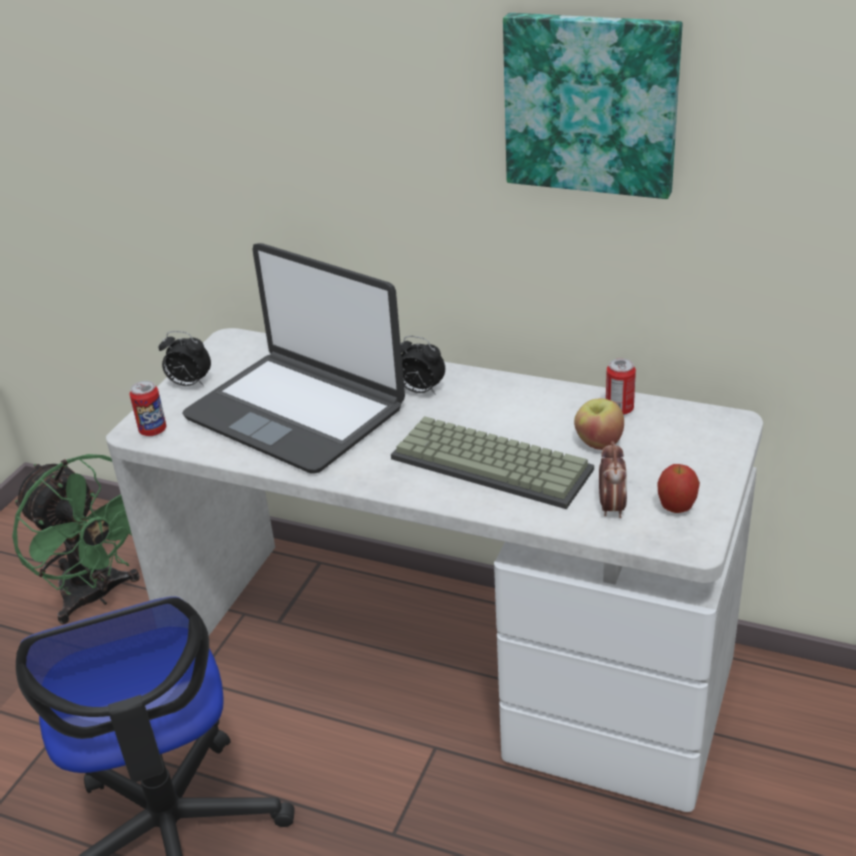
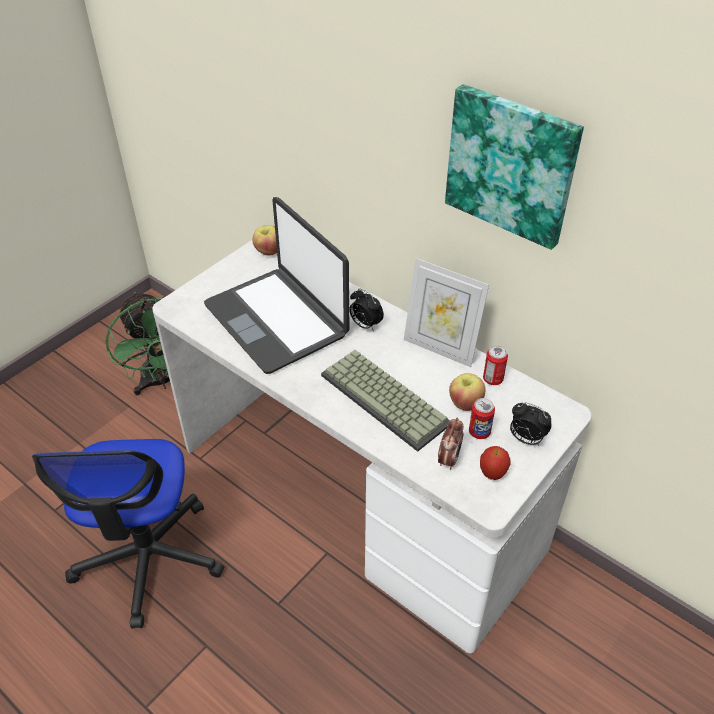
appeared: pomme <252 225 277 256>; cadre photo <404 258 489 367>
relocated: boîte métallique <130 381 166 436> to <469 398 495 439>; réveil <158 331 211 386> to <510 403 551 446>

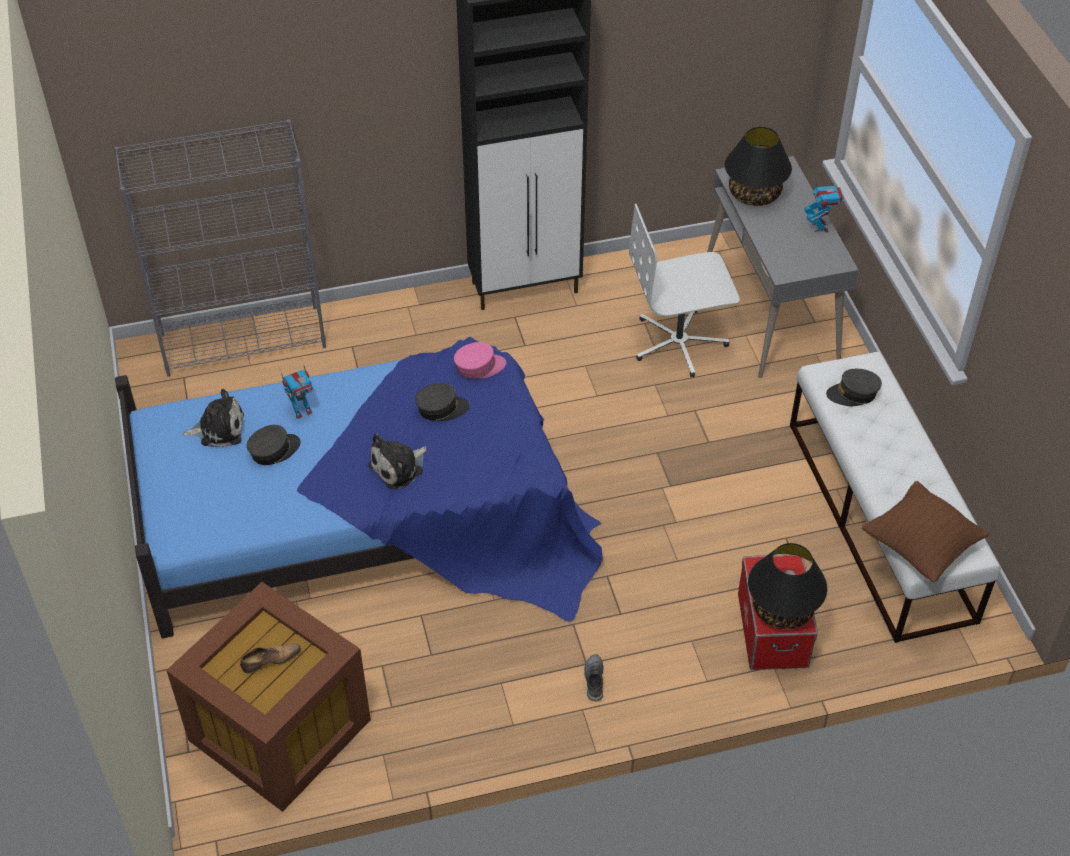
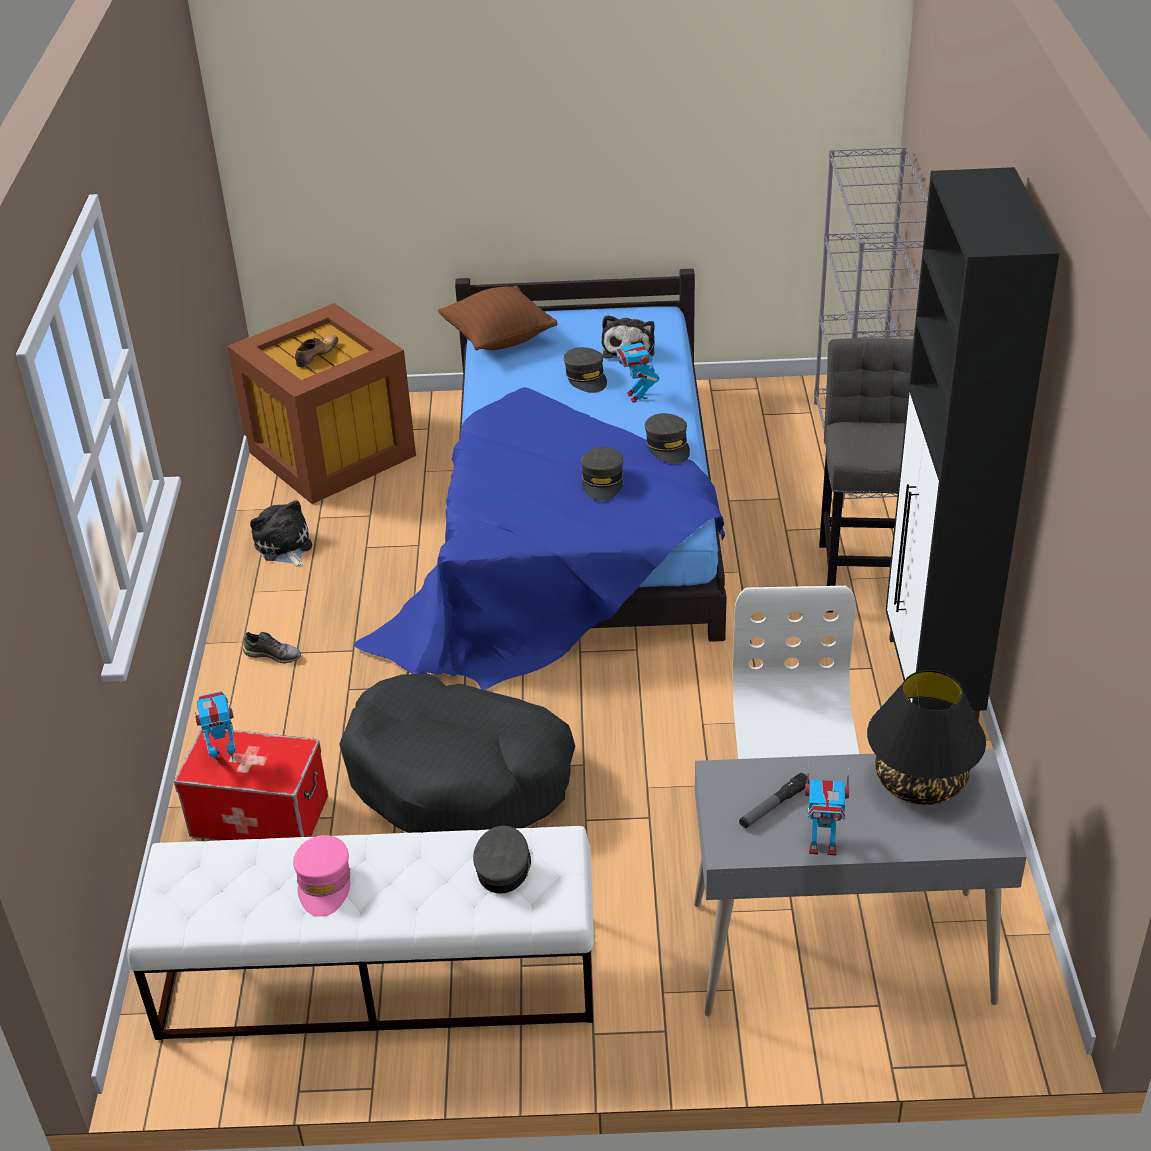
appeared: panier pour chien [noir] <340 673 575 833>; casquette [gris] <645 413 690 464>; lampe de poche <739 773 810 828>; tabouret [gris] <819 338 914 613>
relocated: peluche <368 433 427 489> to <250 500 312 567>; casquette [rose] <454 342 506 379> to <293 835 351 917>; coussin [marron] <861 481 989 583> to <438 286 558 350>
exchanged: lampe de table [noir] <748 543 827 629> to robot jouet <195 691 236 766>
spun: chaussure <240 644 301 673> = <295 335 339 368> 135 degrees counterclockwise

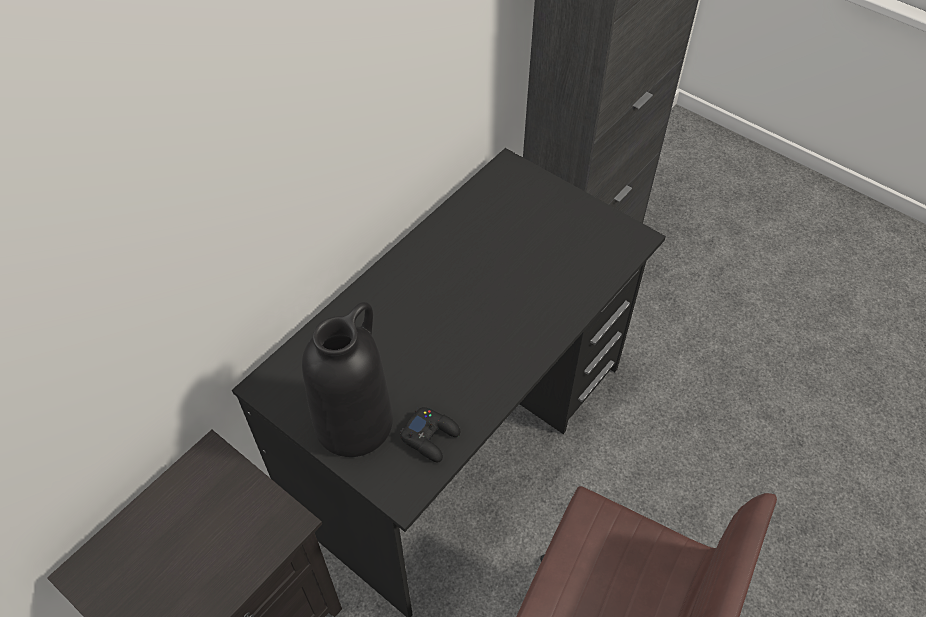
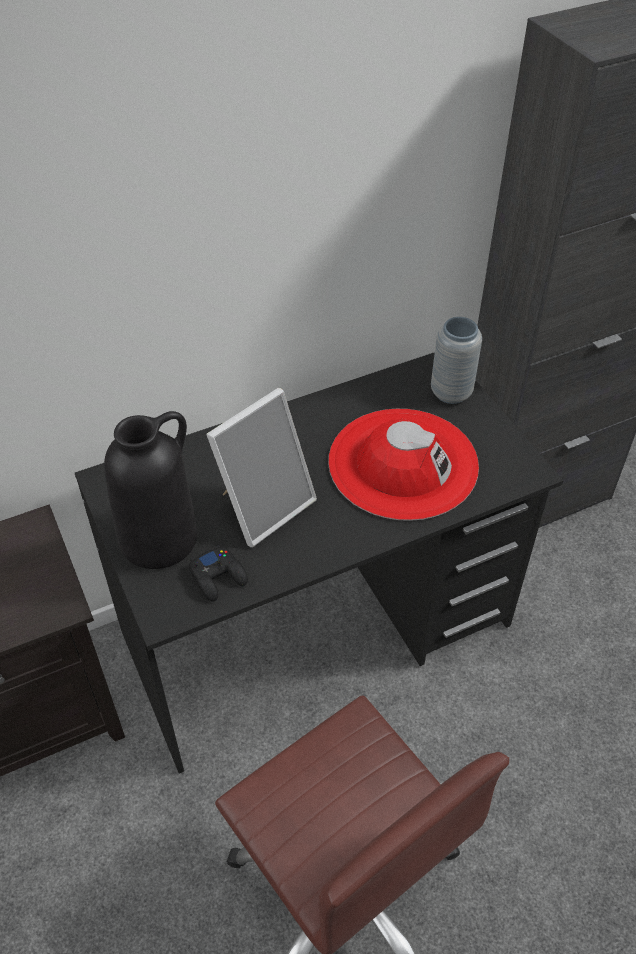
appeared: cadre photo <207 388 317 547>; chapeau [rouge] <328 409 479 521>; vase [gris] <431 317 482 404>

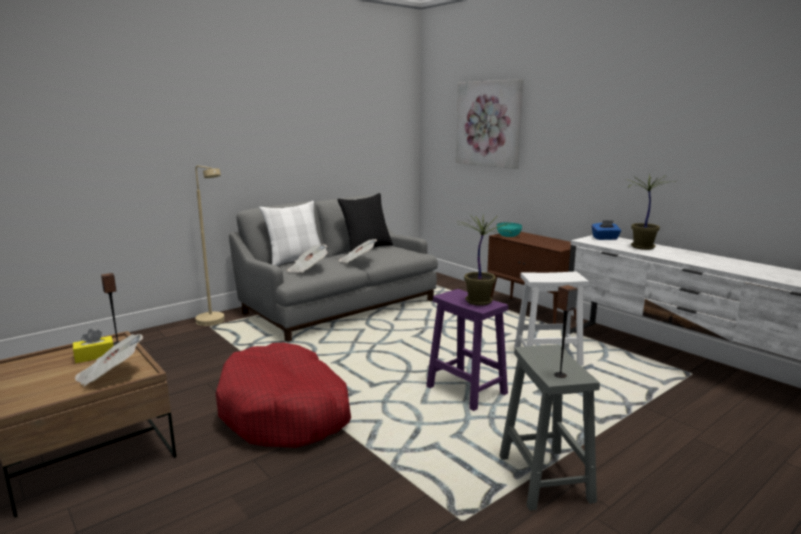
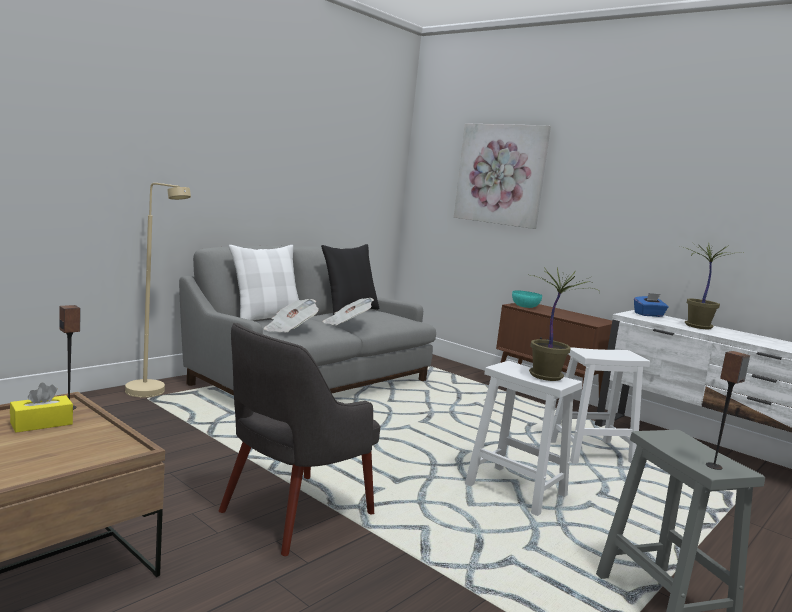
missing: journal <75 334 143 387>
exchanged: panier pour chien [rouge] <216 343 351 448> to fauteuil [gris] <219 323 380 556>
colour: tabouret [violet] <426 289 508 411> to tabouret [blanc] <465 361 582 516>

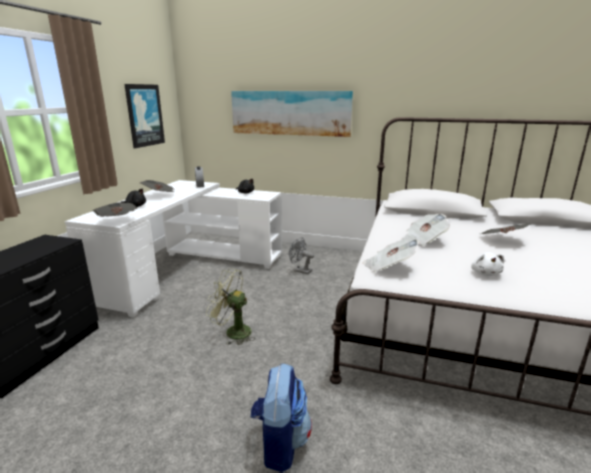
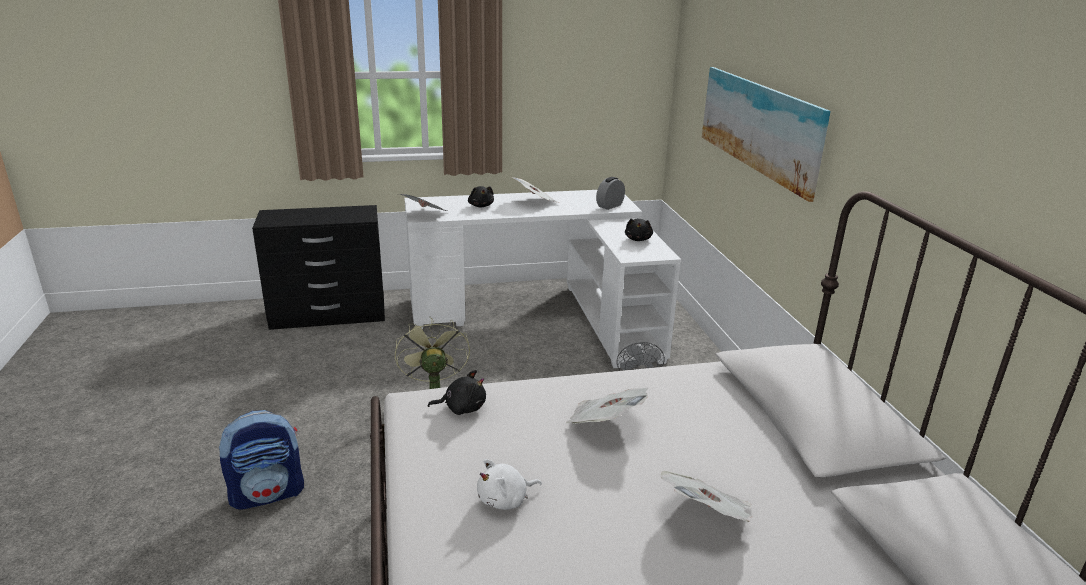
missing: tableau <124 84 165 148>
exchanged: journal <363 238 420 272> to peluche [noir] <428 370 486 415>

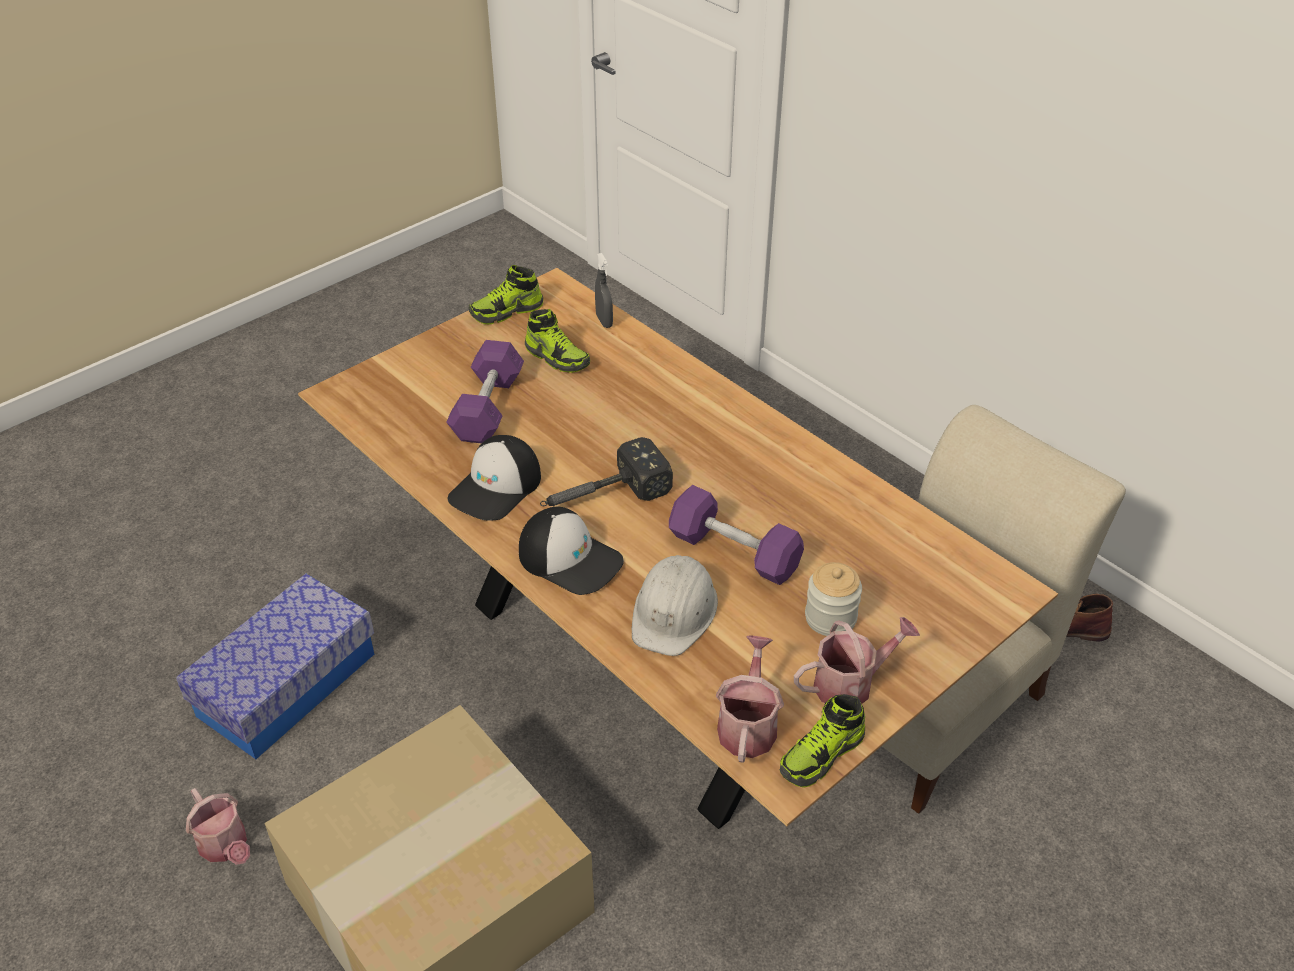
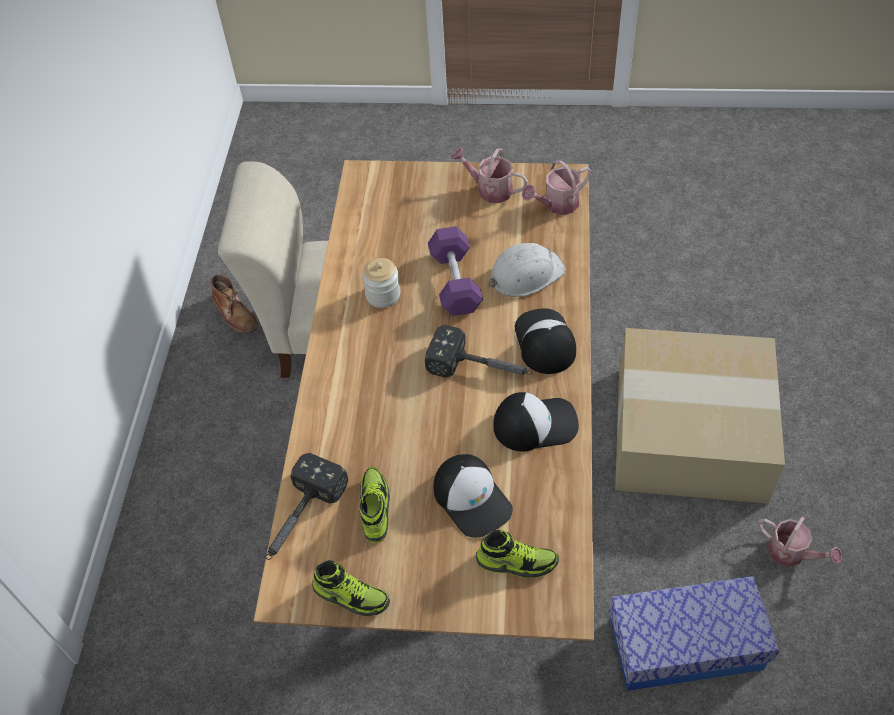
relocated: chaussure <780 694 865 788> to <476 530 559 578>; bocal <805 562 862 636> to <362 258 400 308>
exchanged: haltère [violet] <446 340 524 443> to casquette <434 454 513 538>; vaporisateur [gris] <595 253 613 328> to marteau <266 453 348 560>
spun: arrosoir <186 788 250 865> = <758 517 842 567> 120 degrees clockwise

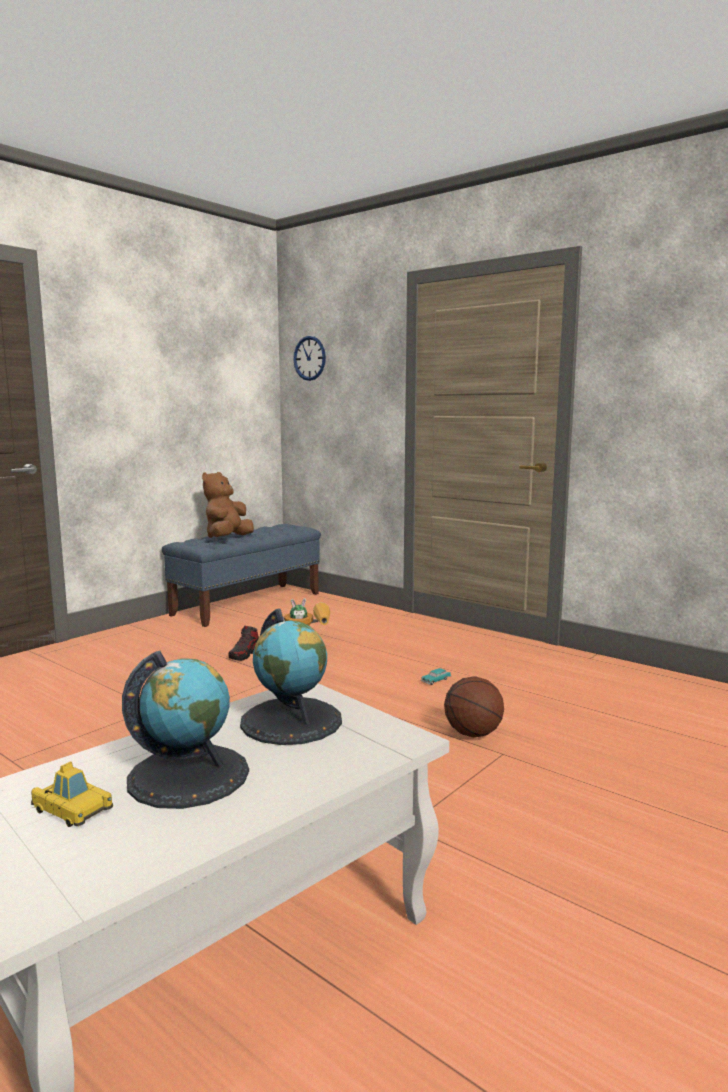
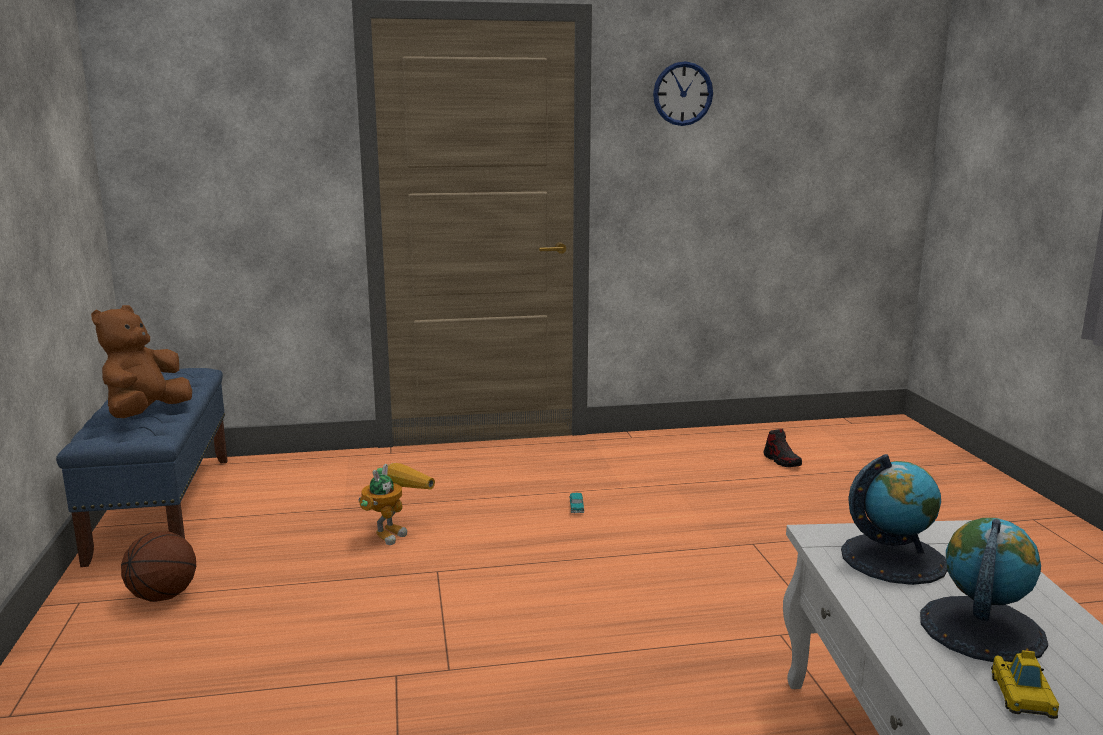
relocated: chaussure <228 626 259 661> to <763 429 802 467>; horloge murale <293 336 326 381> to <653 61 713 126>; ballon de basket <444 676 504 737> to <121 531 196 602>
spun: petite voiture <31 761 113 827> = <991 650 1059 719> 120 degrees clockwise; peluche [marron] <202 472 254 538> = <91 305 192 418> 45 degrees clockwise

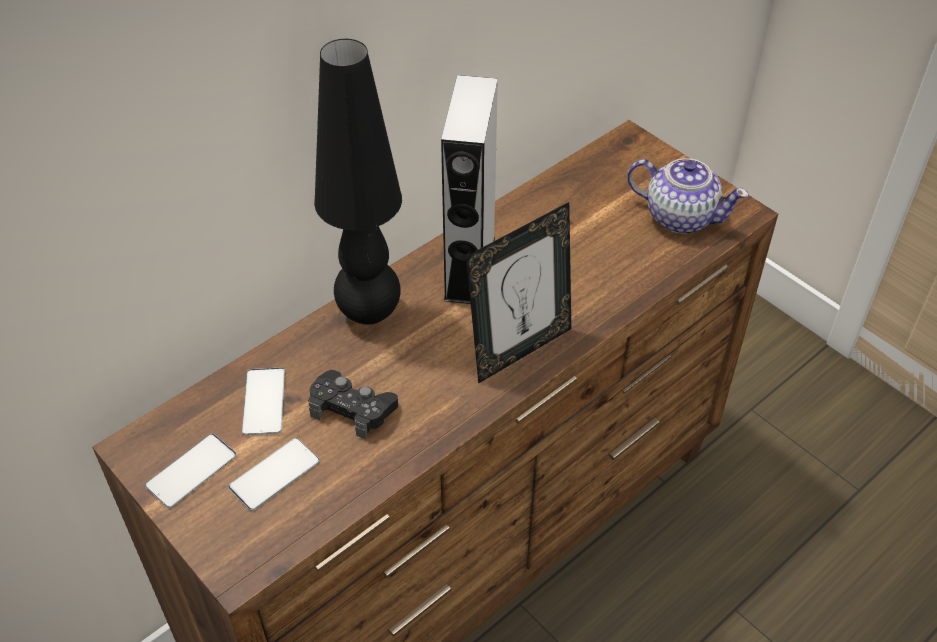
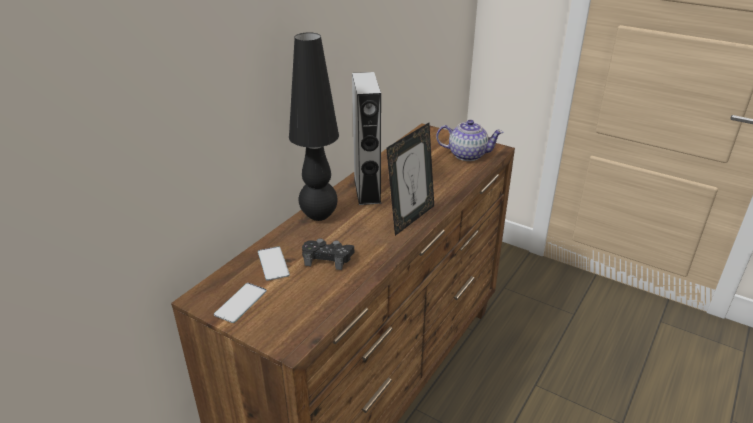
missing: téléphone <228 438 320 511>

